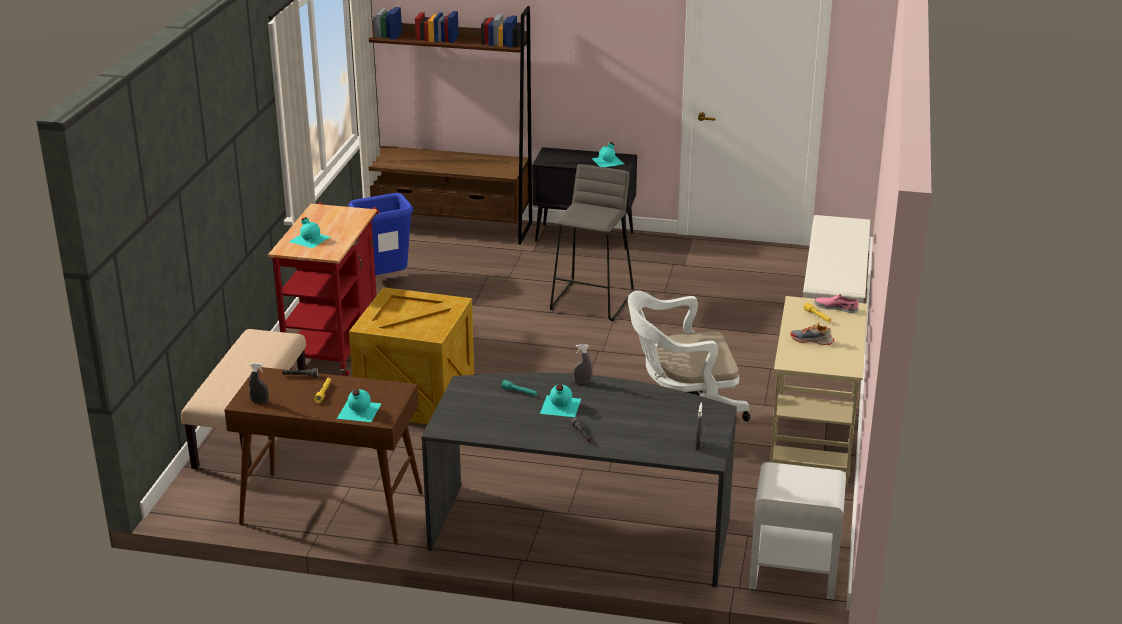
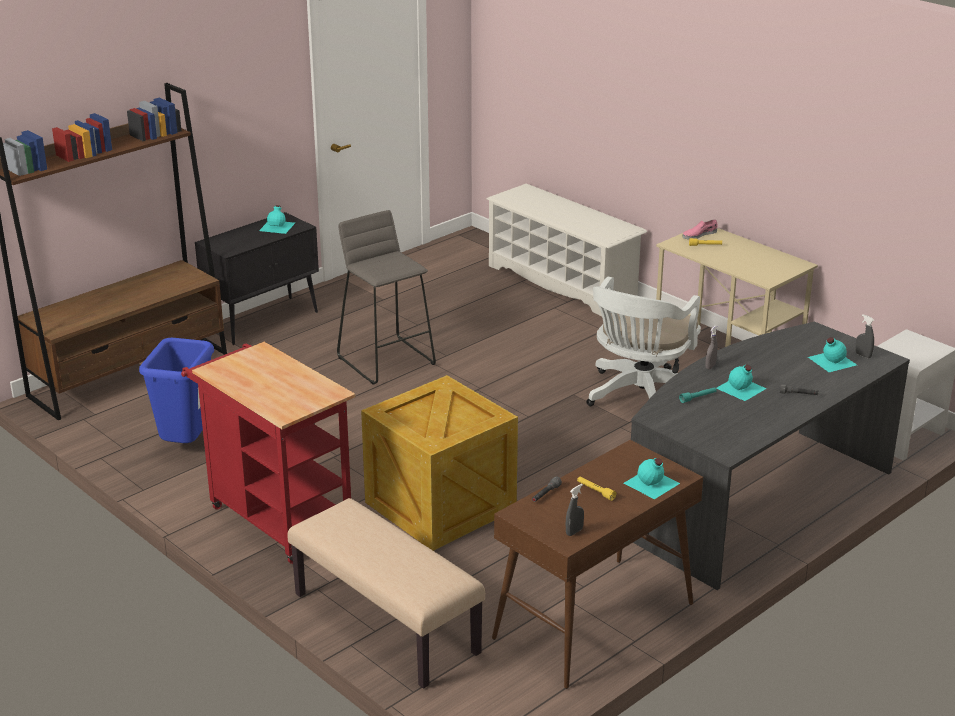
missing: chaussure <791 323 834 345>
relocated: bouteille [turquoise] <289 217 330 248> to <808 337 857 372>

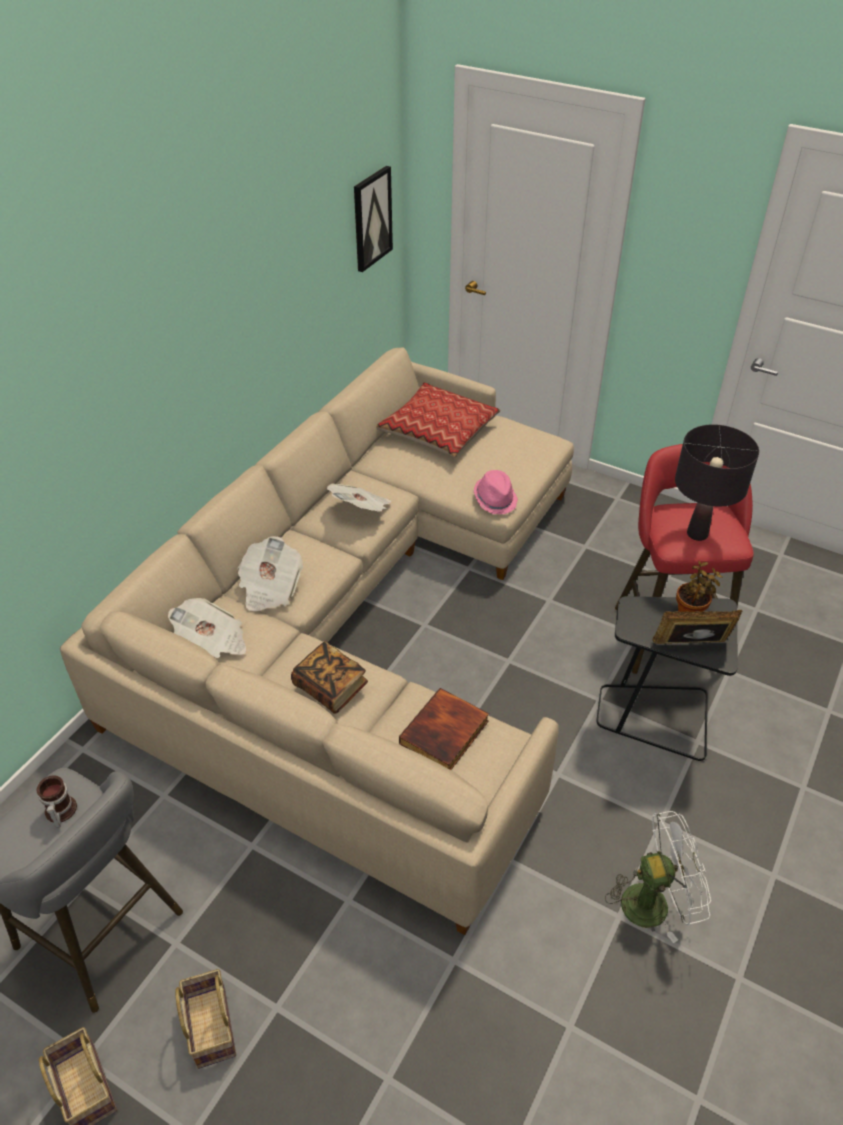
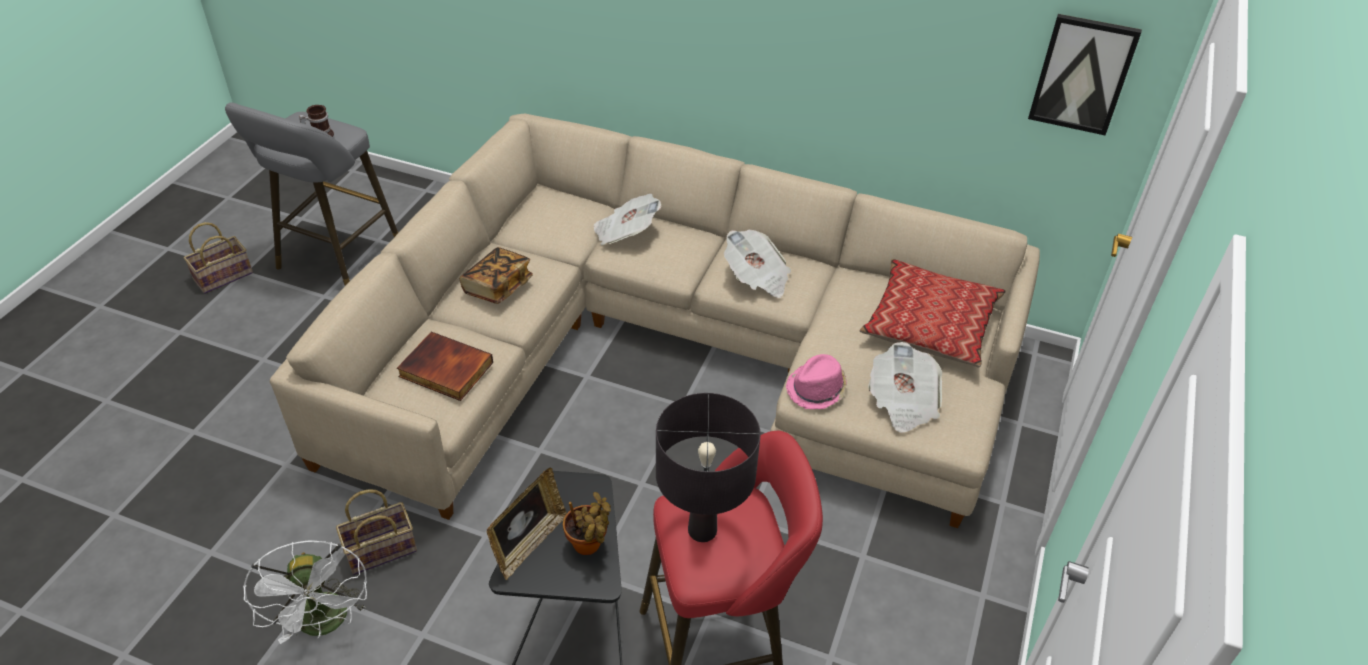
relocated: journal <168 598 246 658> to <868 342 942 433>; panier <175 969 236 1069> to <336 489 417 575>
spun: cadre photo <652 610 742 644> = <487 468 567 580> 45 degrees clockwise

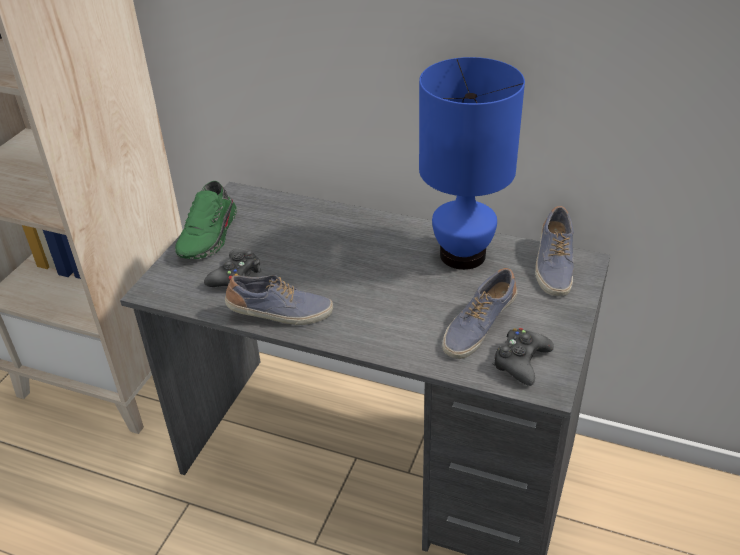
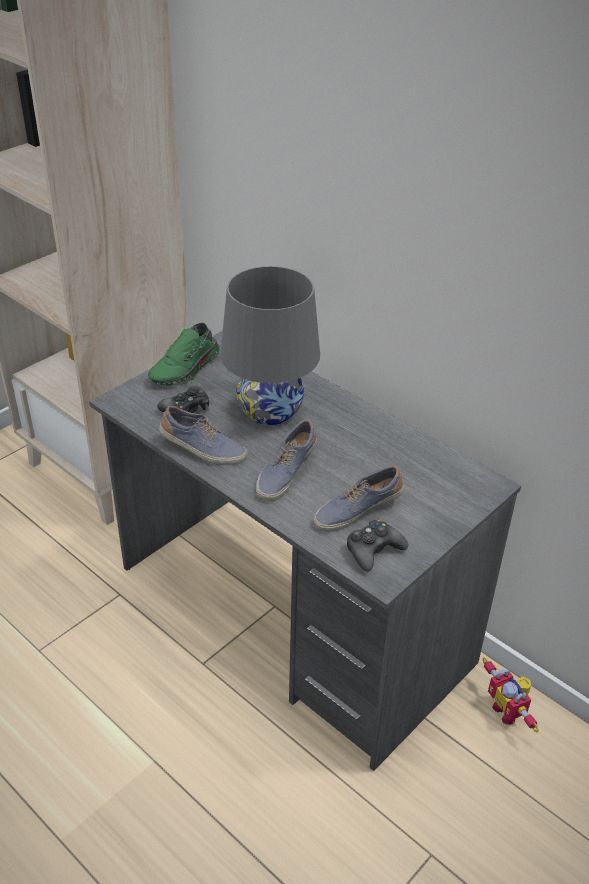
missing: lampe de table [bleu] <419 57 525 270>
appeared: lampe de table [gris] <221 266 320 425>; robot jouet <482 658 539 733>
relocated: chaussure <535 206 574 297> to <256 420 317 501>

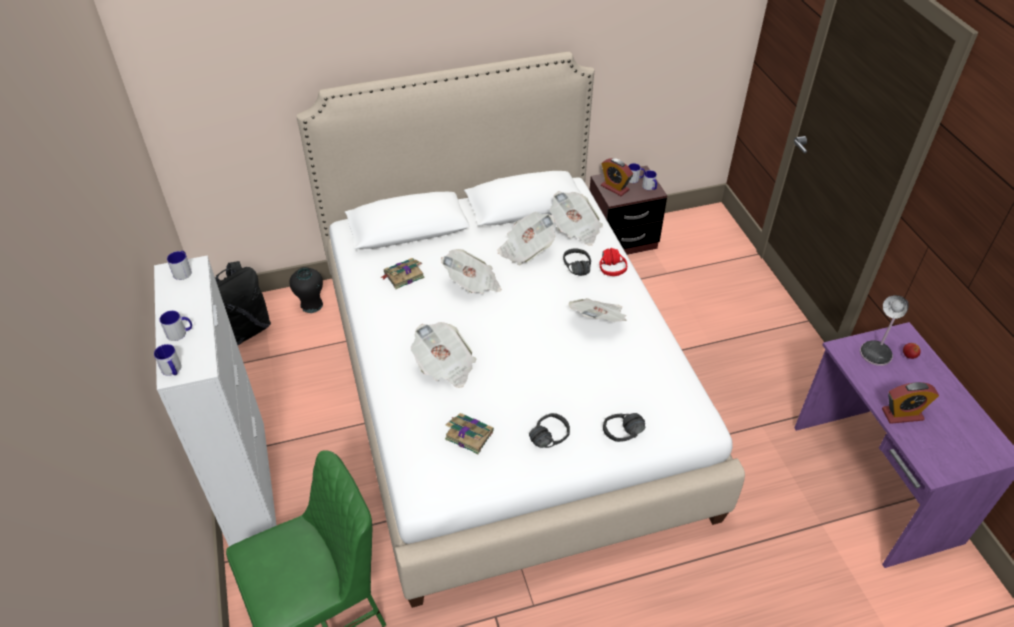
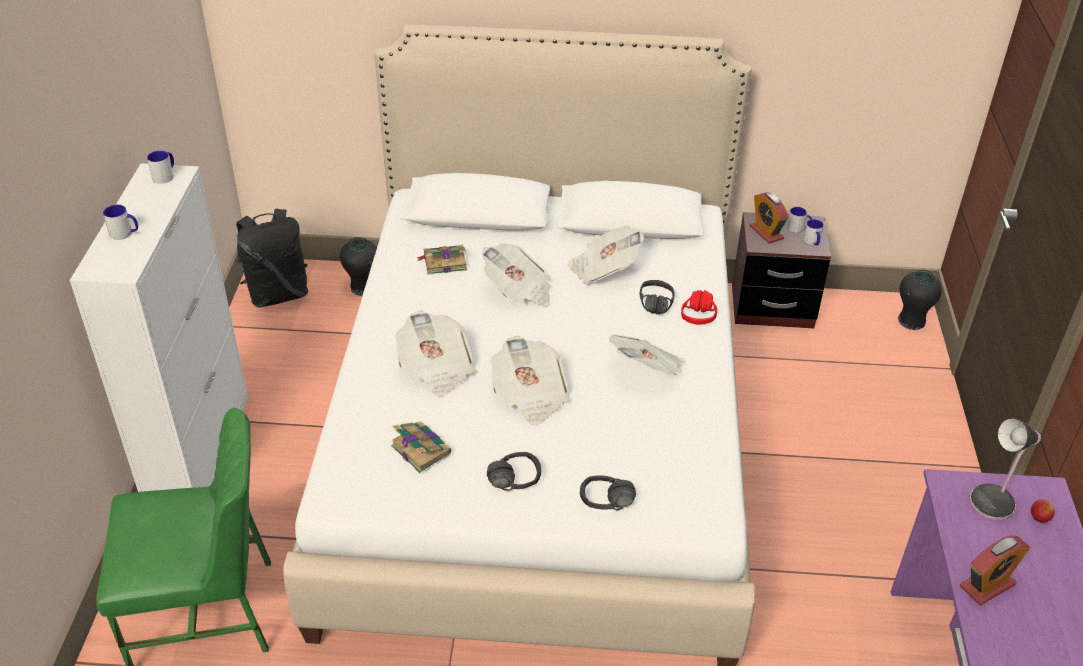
missing: mug <154 344 182 376>
appeared: vase [noir] <898 270 942 330>
relocated: journal <550 191 603 246> to <491 336 569 426>
spun: réveil <882 382 939 424> = <960 536 1030 605> 45 degrees counterclockwise

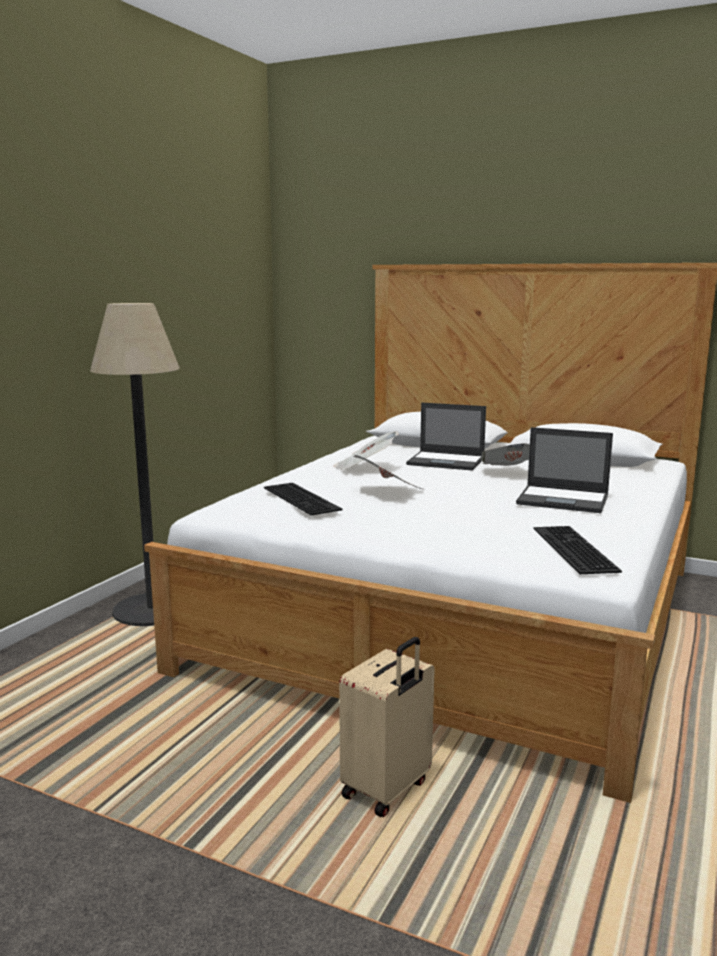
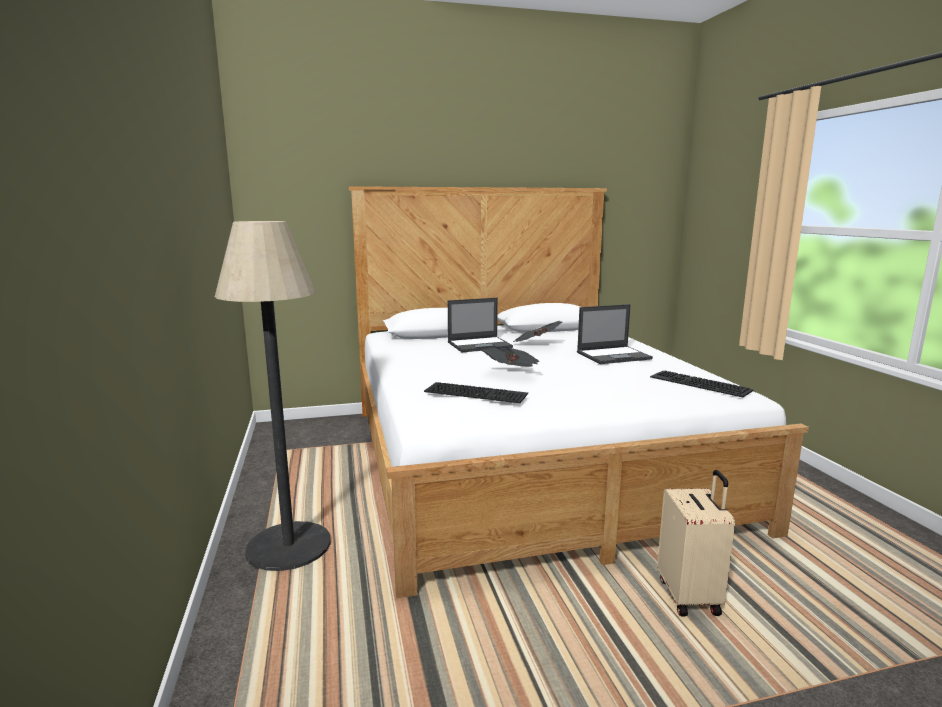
missing: journal <334 431 399 470>

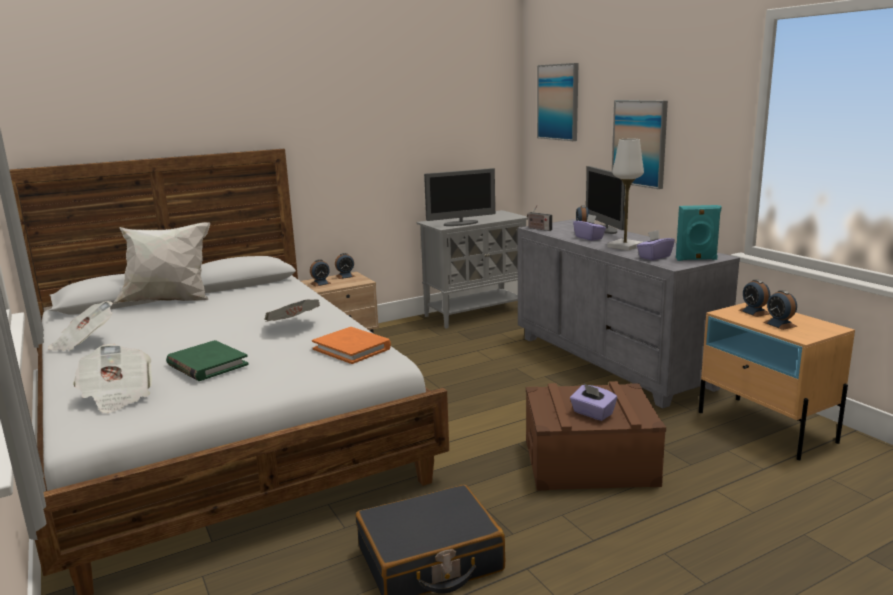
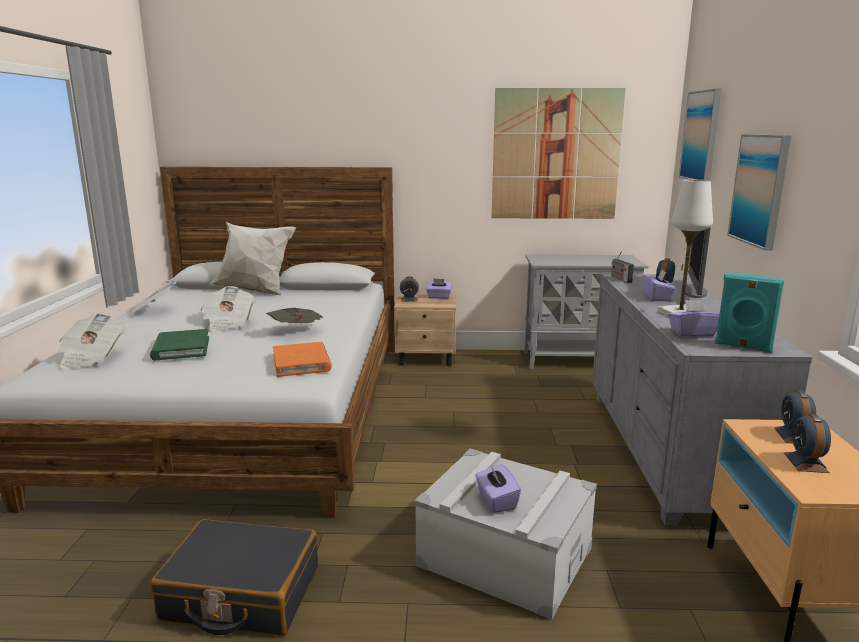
missing: écran d'ordinateur <424 168 495 226>
appeared: journal <201 286 256 332>; tableau <492 88 626 219>
exchanged: réveil <335 253 355 279> to boîte à mouchoirs [violet] <426 278 452 299>
colour: boîte de rangement [marron] <526 381 666 491> to boîte de rangement [gris] <415 449 597 620>

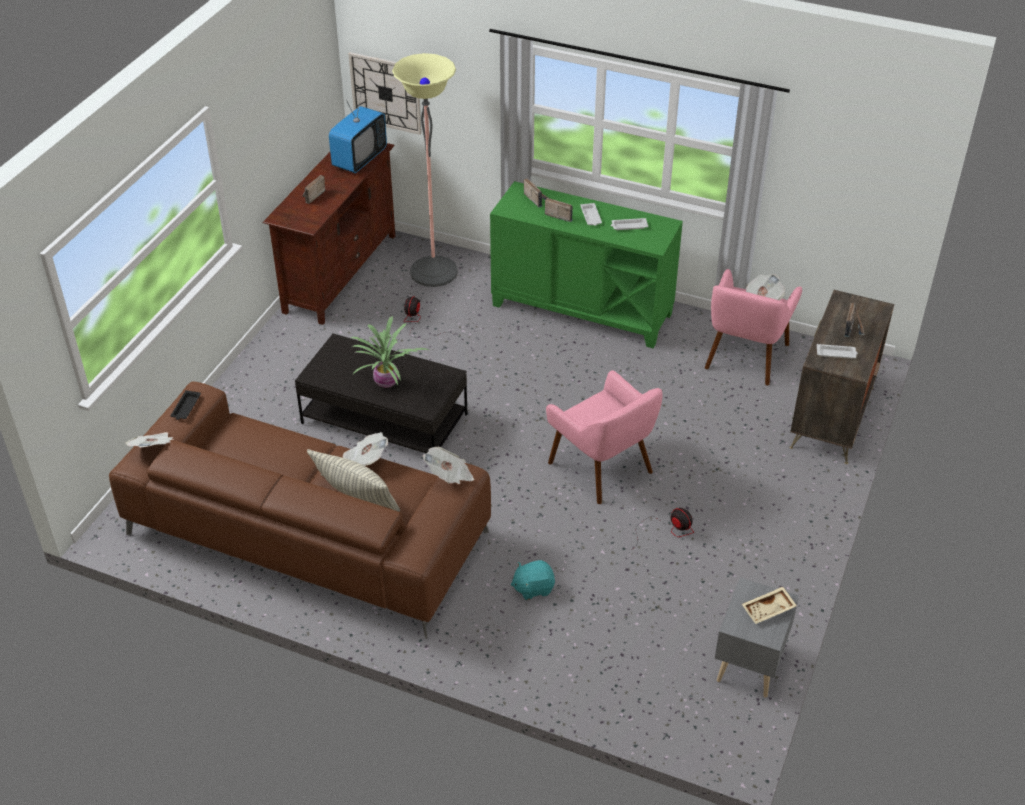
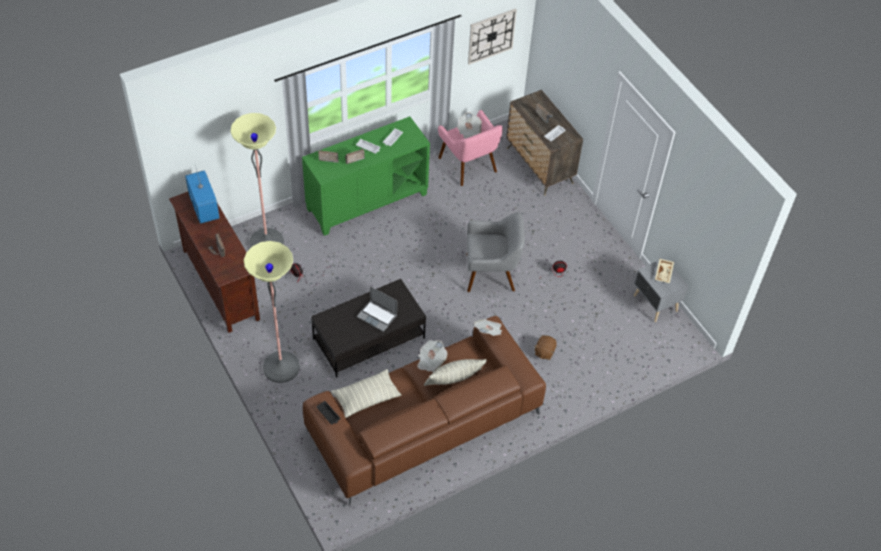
missing: journal <126 432 173 448>
appeared: lampadaire <244 241 300 383>; coussin <331 369 401 418>
relocated: horloge murale <349 52 422 135> to <468 8 517 65>
exchanged: plante en pot <350 316 429 388> to ordinateur portable <357 286 397 332>
colour: peluche [turquoise] <511 560 555 600> to peluche [marron] <535 335 557 360>; fauteuil [rose] <546 370 662 504> to fauteuil [gris] <466 212 525 292>

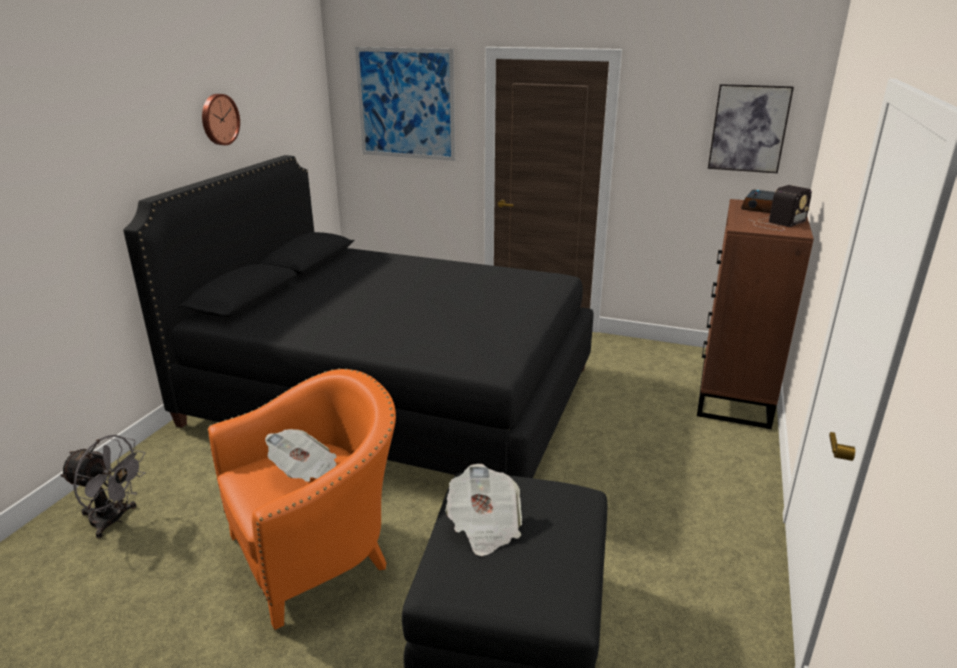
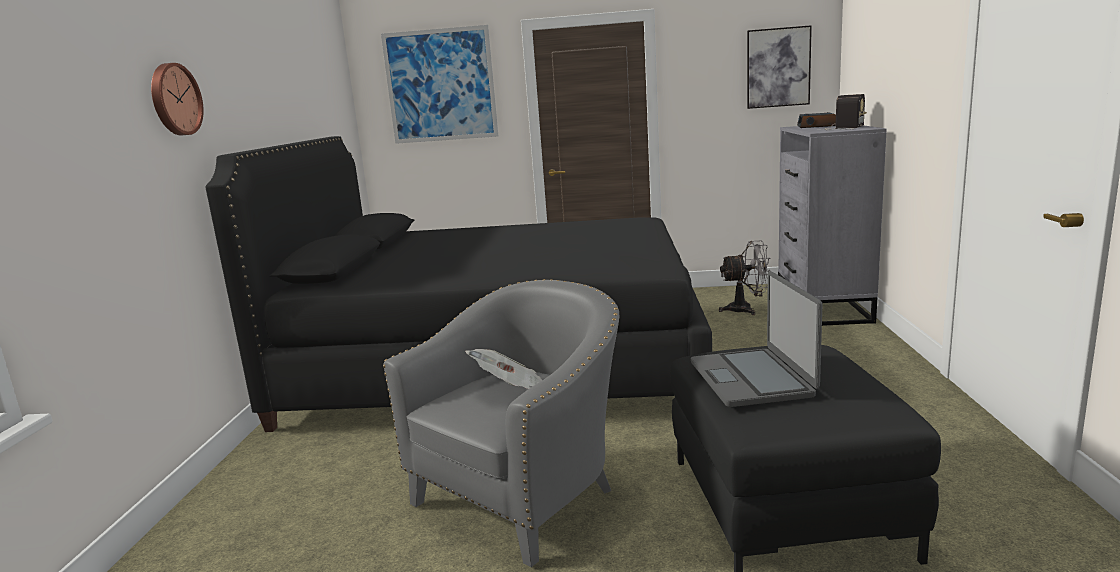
relocated: ventilateur [gris] <60 435 146 538> to <719 240 771 315>; horloge murale <202 94 240 145> to <151 63 204 135>
exchanged: journal <445 464 522 556> to ordinateur portable <691 271 823 407>
colour: fauteuil [orange] <207 368 396 630> to fauteuil [gris] <383 279 619 567>; commode [marron] <697 199 814 429> to commode [gris] <778 125 887 326>

